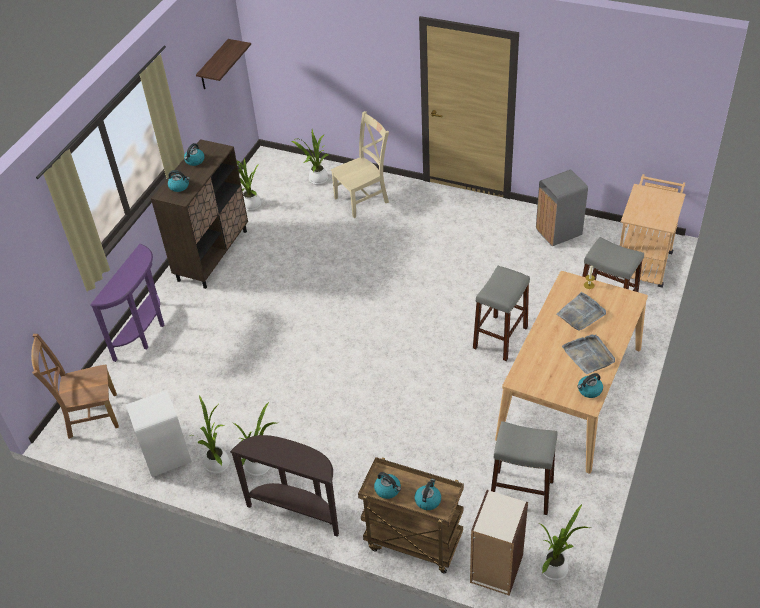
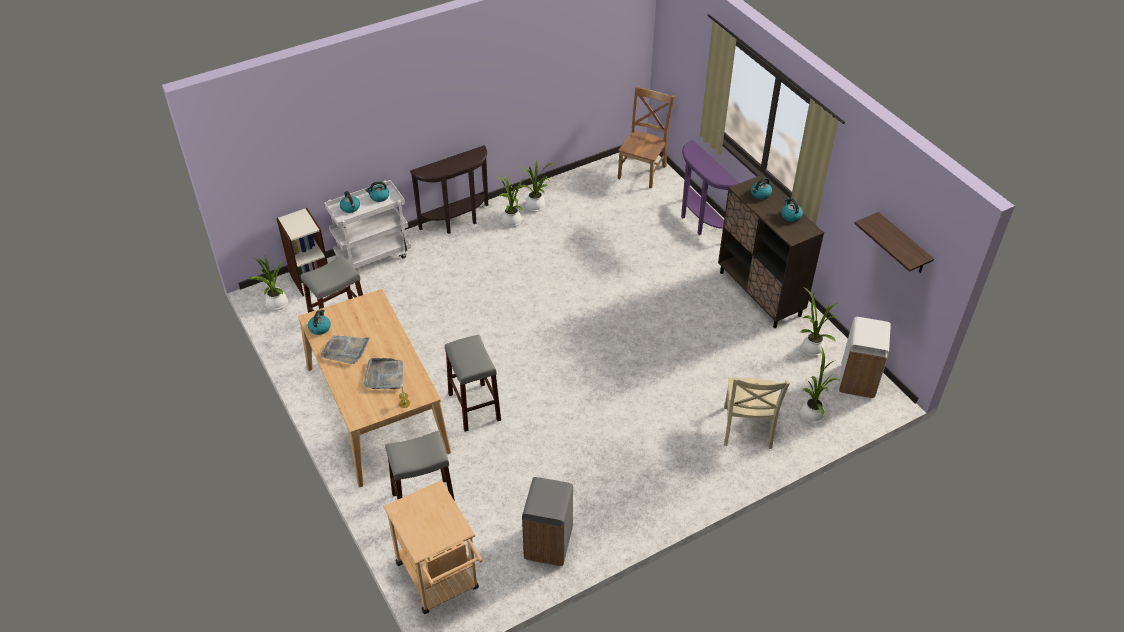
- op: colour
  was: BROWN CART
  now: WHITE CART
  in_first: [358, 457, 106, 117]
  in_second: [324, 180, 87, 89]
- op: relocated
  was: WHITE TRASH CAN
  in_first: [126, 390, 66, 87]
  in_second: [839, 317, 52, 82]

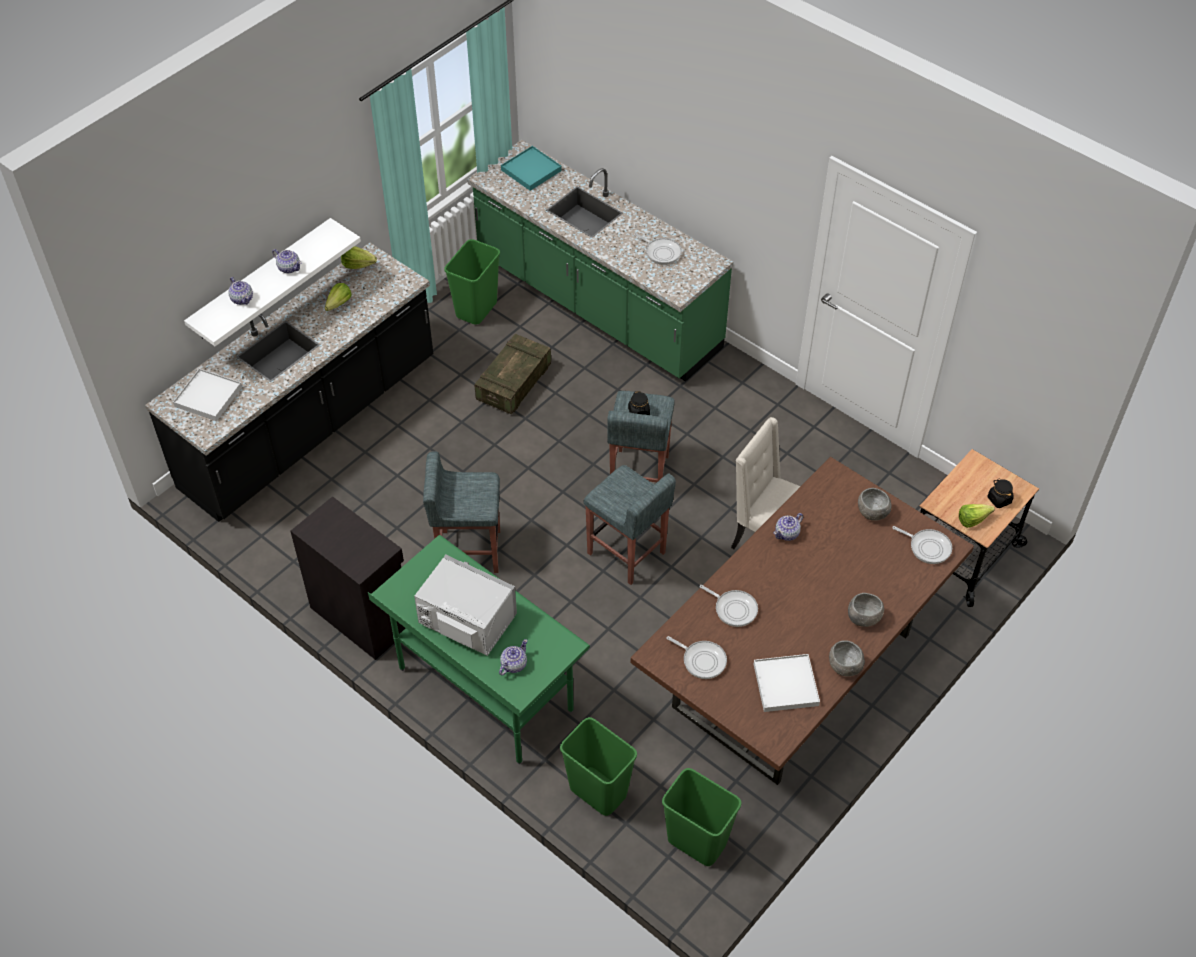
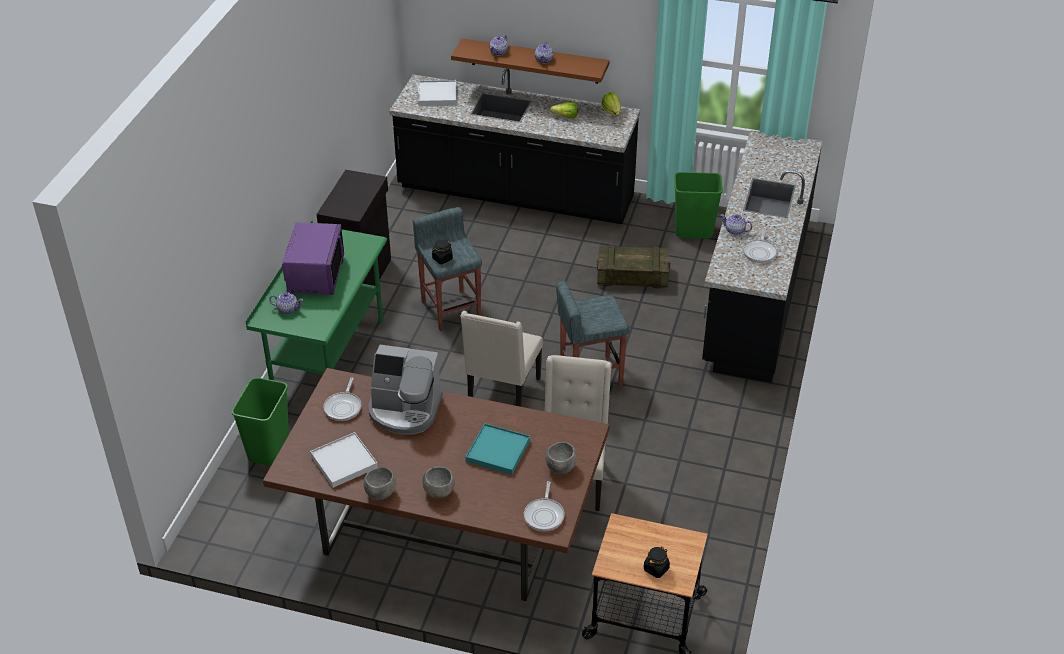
- op: colour
  was: GREY MICROWAVE
  now: PURPLE MICROWAVE
  in_first: [414, 555, 103, 101]
  in_second: [282, 222, 62, 73]
- op: exchanged
  was: FRYING PAN
  now: COFFEE MACHINE
  in_first: [700, 585, 58, 42]
  in_second: [368, 345, 75, 90]
- op: relocated
  was: BLACK JAR
  in_first: [628, 391, 22, 24]
  in_second: [432, 240, 21, 24]
- op: colour
  was: WHITE SHELF
  now: BROWN SHELF
  in_first: [184, 218, 177, 128]
  in_second: [451, 38, 159, 46]
- op: exchanged
  was: GREY STOOL
  now: BEIGE CHAIR
  in_first: [583, 465, 93, 120]
  in_second: [460, 311, 83, 96]
- op: relocated
  was: TURQUOISE TRAY
  in_first: [501, 146, 61, 45]
  in_second: [466, 423, 64, 52]
- op: colour
  was: GREEN COUNTER
  now: BLACK COUNTER
  in_first: [467, 140, 267, 242]
  in_second: [702, 130, 120, 253]
- op: relocated
  was: TEAPOT
  in_first: [774, 513, 29, 28]
  in_second: [721, 214, 31, 21]
- op: missing
  was: GREEN TRASH CAN
  in_first: [662, 768, 79, 98]
- op: missing
  was: LETTUCE
  in_first: [959, 504, 36, 24]

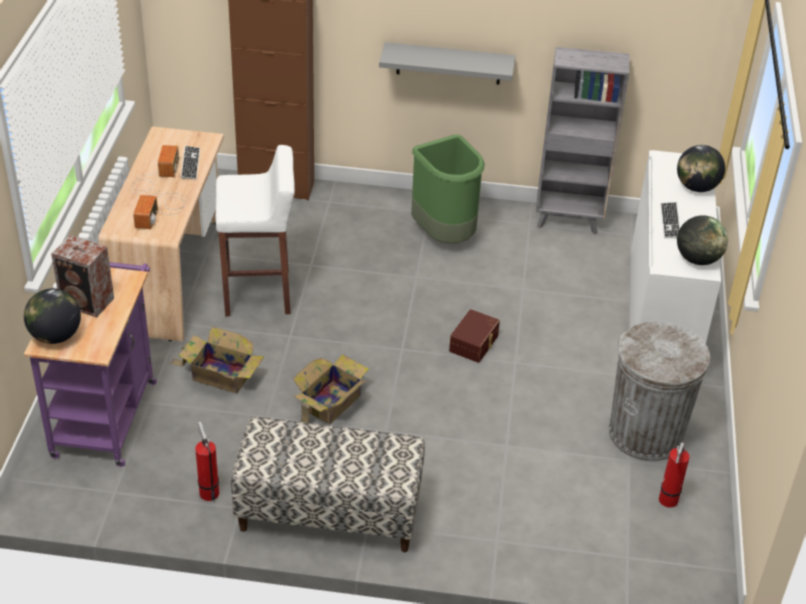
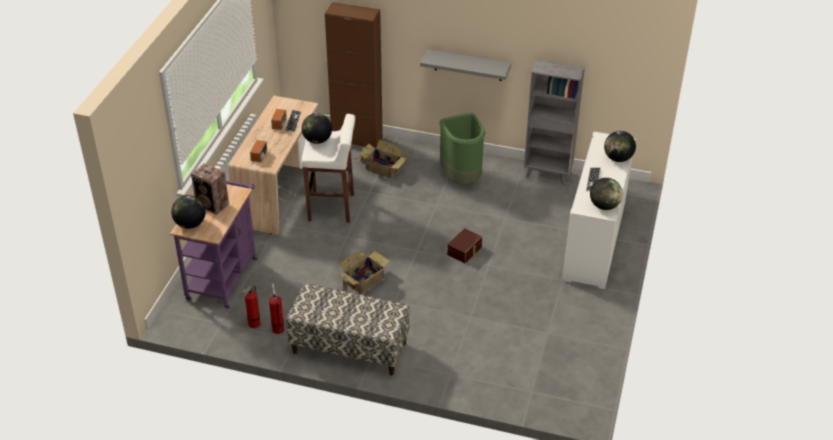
- op: relocated
  was: FIRE EXTINGUISHER
  in_first: [659, 441, 31, 67]
  in_second: [242, 286, 19, 42]
- op: appeared
  now: GLOBE
  in_second: [302, 113, 30, 31]
- op: relocated
  was: CARDBOARD BOX
  in_first: [170, 326, 94, 68]
  in_second: [354, 139, 54, 39]
- op: missing
  was: GREY TRASH CAN
  in_first: [609, 321, 101, 140]

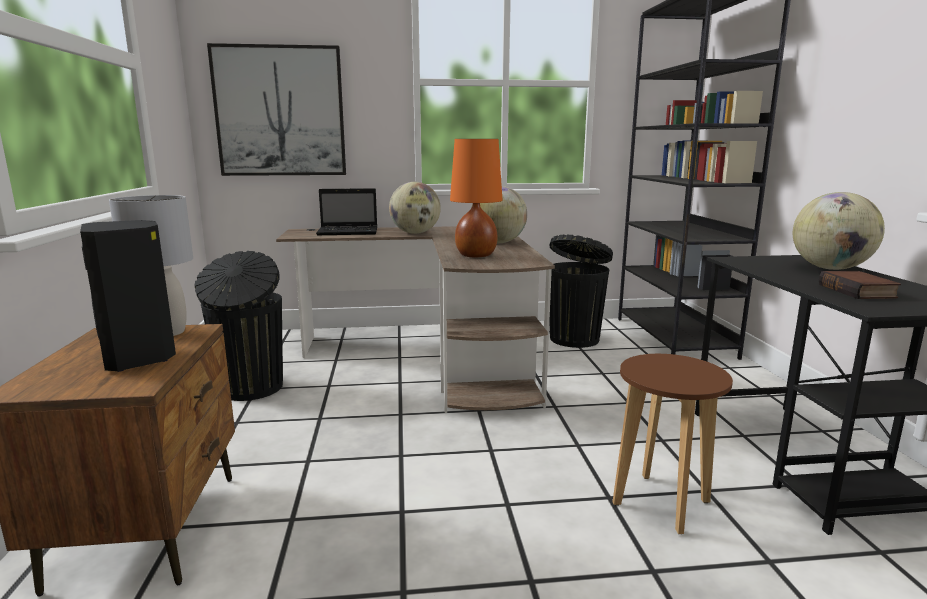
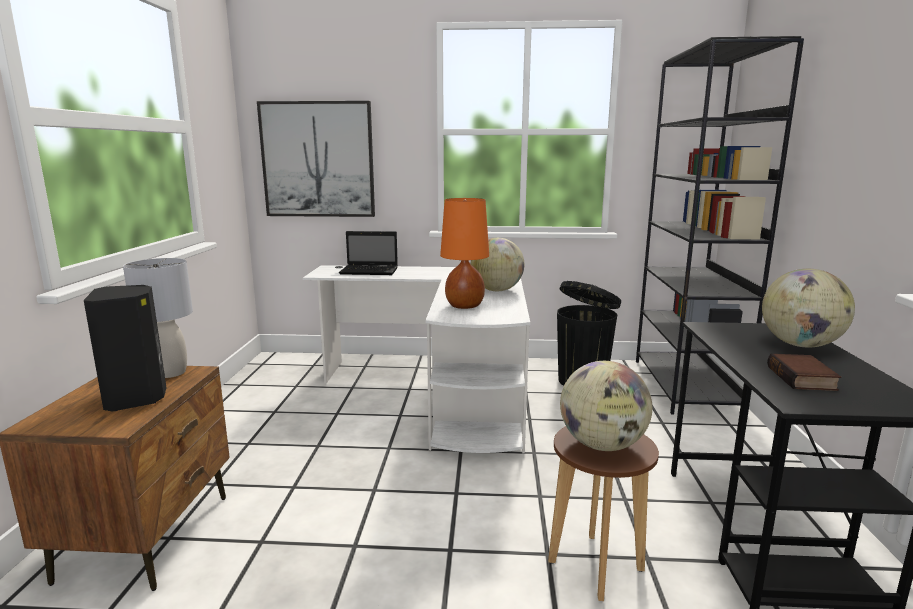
- op: colour
  was: BROWN DESK
  now: WHITE DESK
  in_first: [276, 226, 279, 187]
  in_second: [303, 265, 227, 189]
- op: relocated
  was: GLOBE
  in_first: [389, 182, 52, 52]
  in_second: [560, 361, 92, 90]
- op: missing
  was: BLACK TRASH CAN
  in_first: [194, 251, 89, 150]

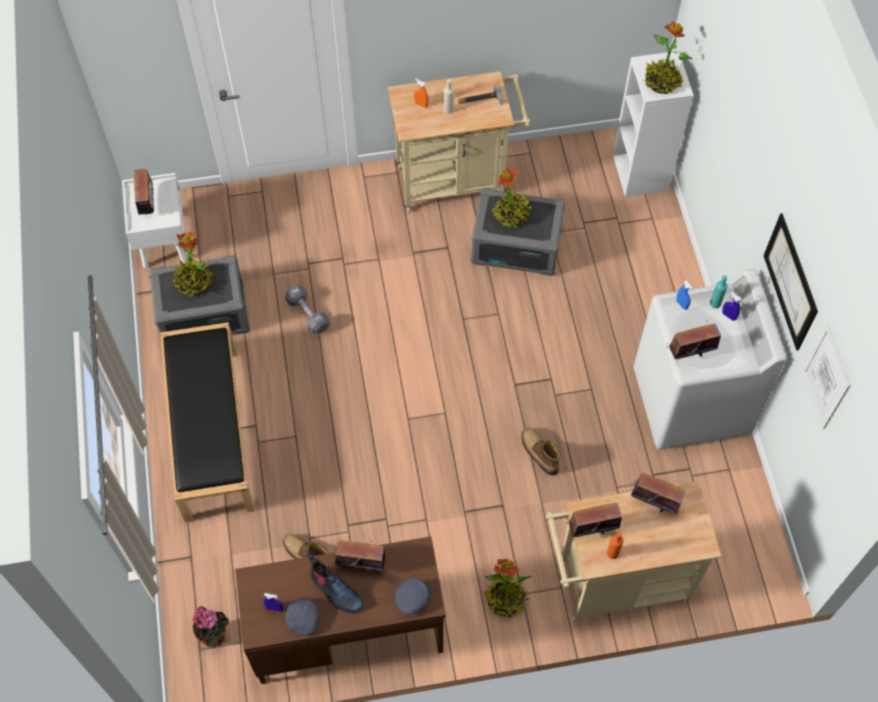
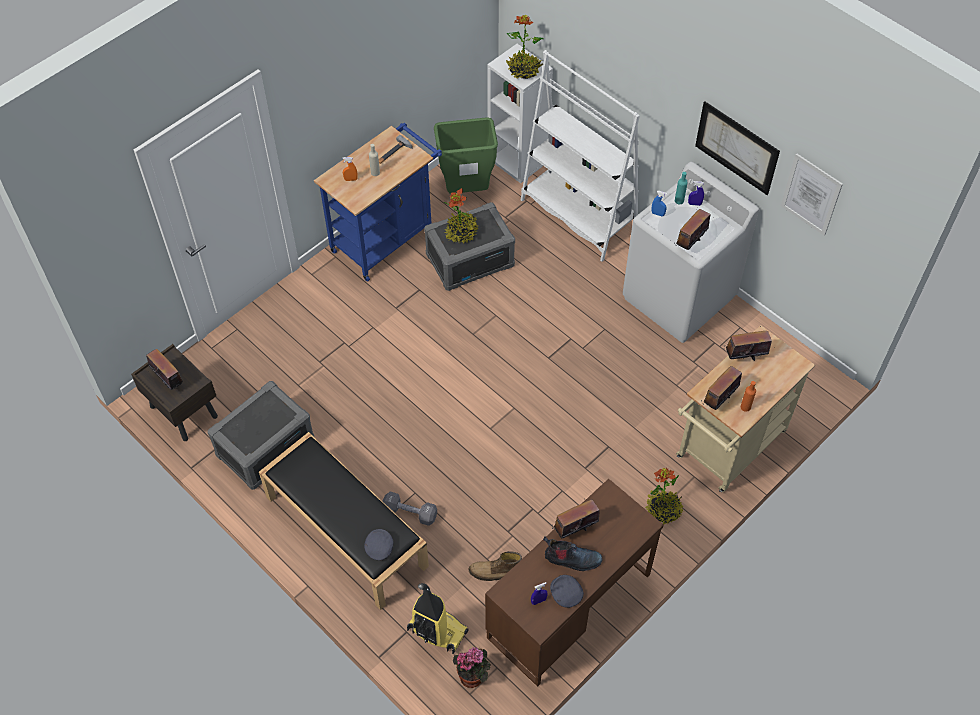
- op: colour
  was: WHITE NIGHTSTAND
  now: BROWN NIGHTSTAND
  in_first: [122, 173, 65, 95]
  in_second: [131, 344, 87, 97]
- op: colour
  was: BEIGE CART
  now: BLUE CART
  in_first: [388, 71, 143, 142]
  in_second: [314, 123, 128, 158]
- op: relocated
  was: GREY CAP
  in_first: [395, 578, 37, 37]
  in_second: [364, 529, 30, 32]
- op: relocated
  was: GREY DUMBBELL
  in_first: [285, 285, 45, 49]
  in_second: [383, 492, 54, 34]
- op: appeared
  now: VACUUM CLEANER
  in_second: [407, 583, 61, 71]
- op: appeared
  now: GREEN TRASH CAN
  in_second: [434, 117, 64, 77]
- op: appeared
  now: WHITE BOOKCASE
  in_second: [521, 50, 119, 212]
- op: missing
  was: POTTED PLANT
  in_first: [172, 231, 41, 66]
- op: missing
  was: BOOT
  in_first: [521, 428, 39, 47]

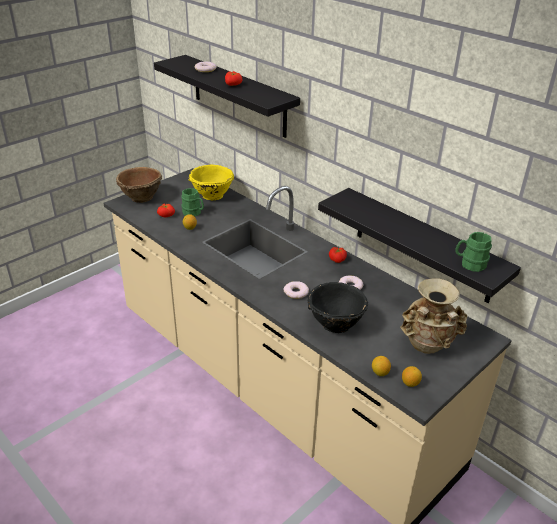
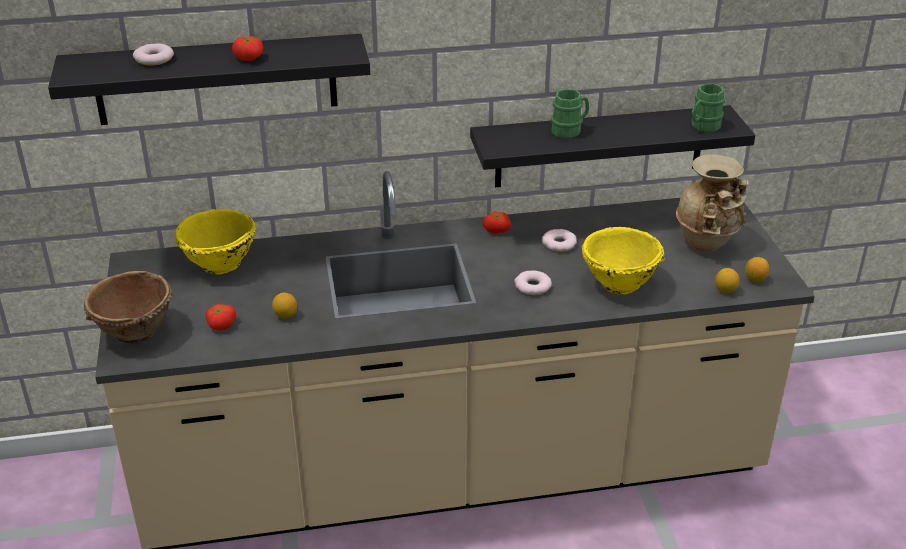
- op: relocated
  was: GREEN MUG
  in_first: [181, 188, 23, 29]
  in_second: [551, 89, 38, 49]
- op: colour
  was: BLACK BOWL
  now: YELLOW BOWL
  in_first: [307, 282, 61, 51]
  in_second: [581, 227, 84, 68]

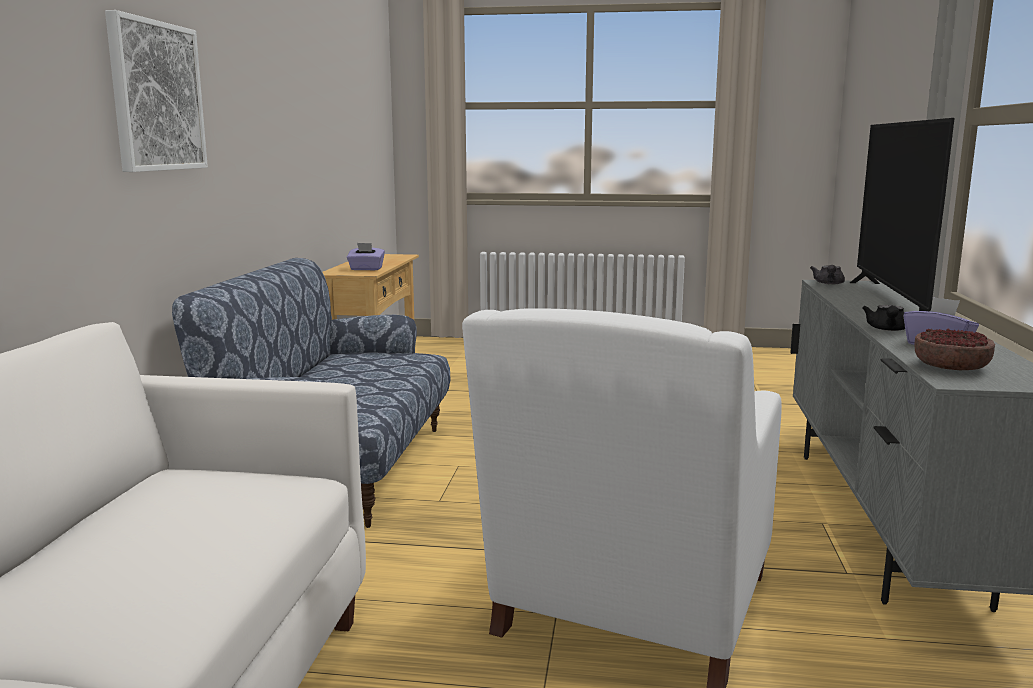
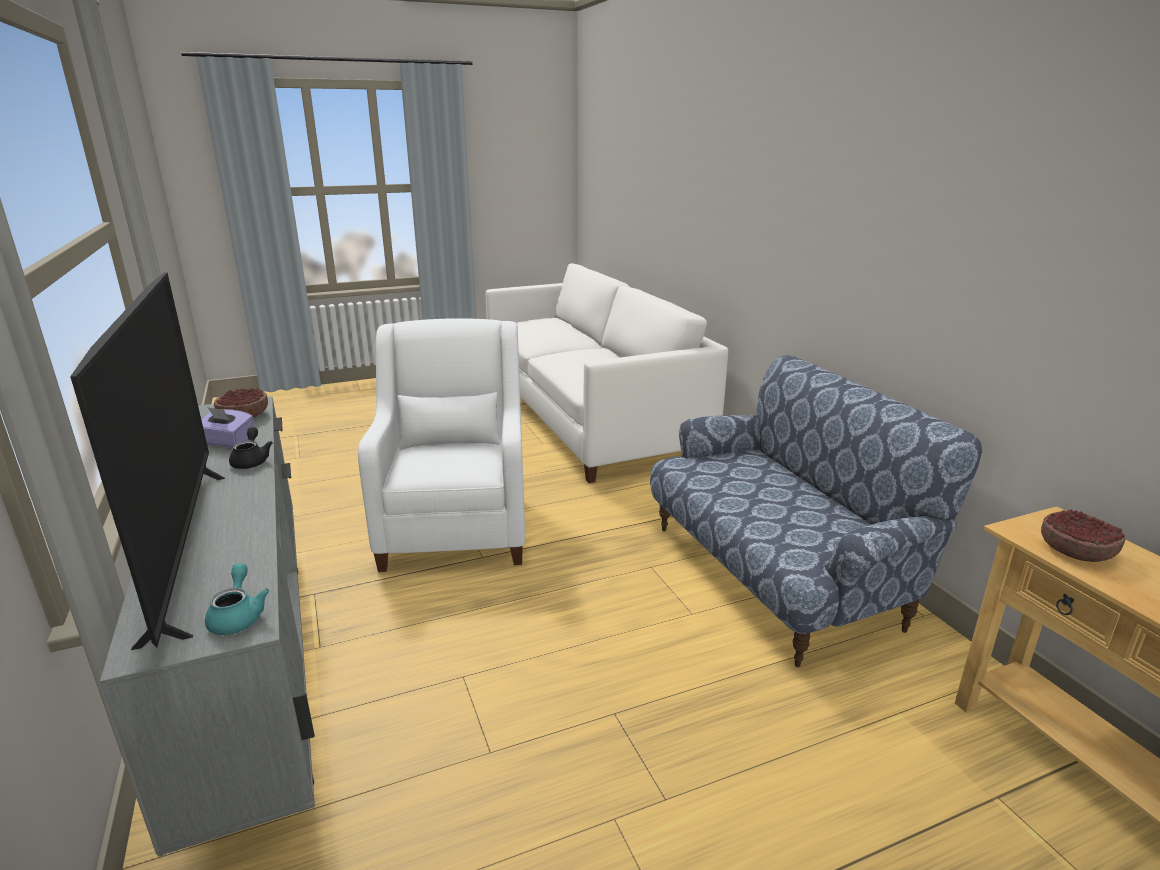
- op: colour
  was: GREY TEAPOT
  now: TURQUOISE TEAPOT
  in_first: [810, 265, 35, 20]
  in_second: [205, 563, 65, 72]
- op: exchanged
  was: PURPLE TISSUE BOX
  now: BOWL
  in_first: [347, 243, 38, 27]
  in_second: [1041, 510, 84, 52]
- op: missing
  was: PICTURE
  in_first: [105, 10, 103, 162]

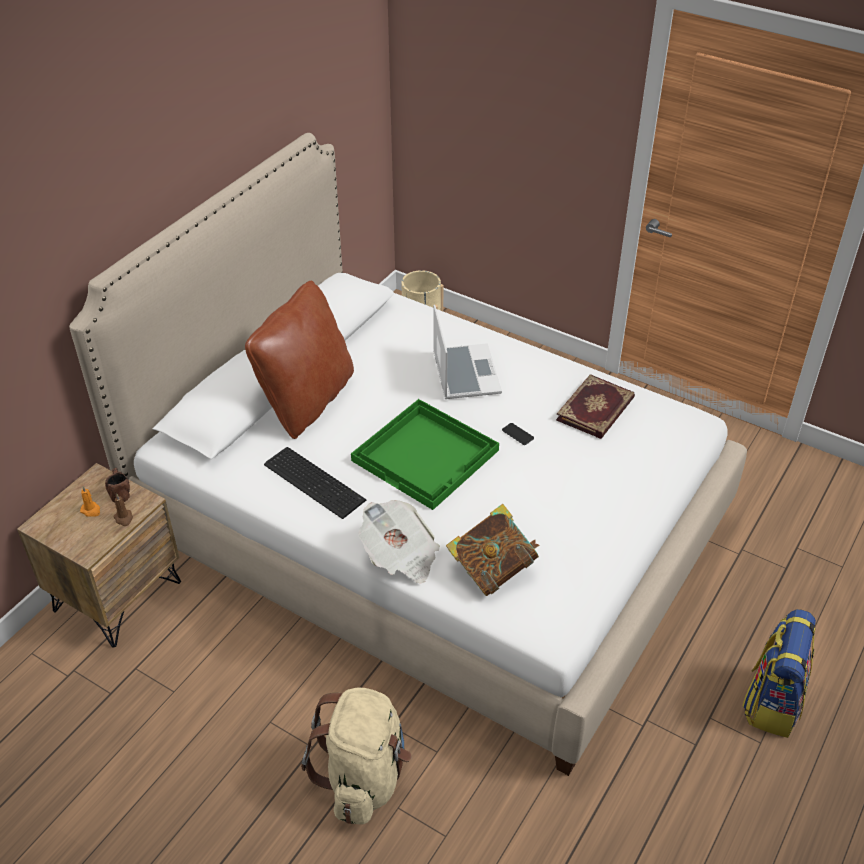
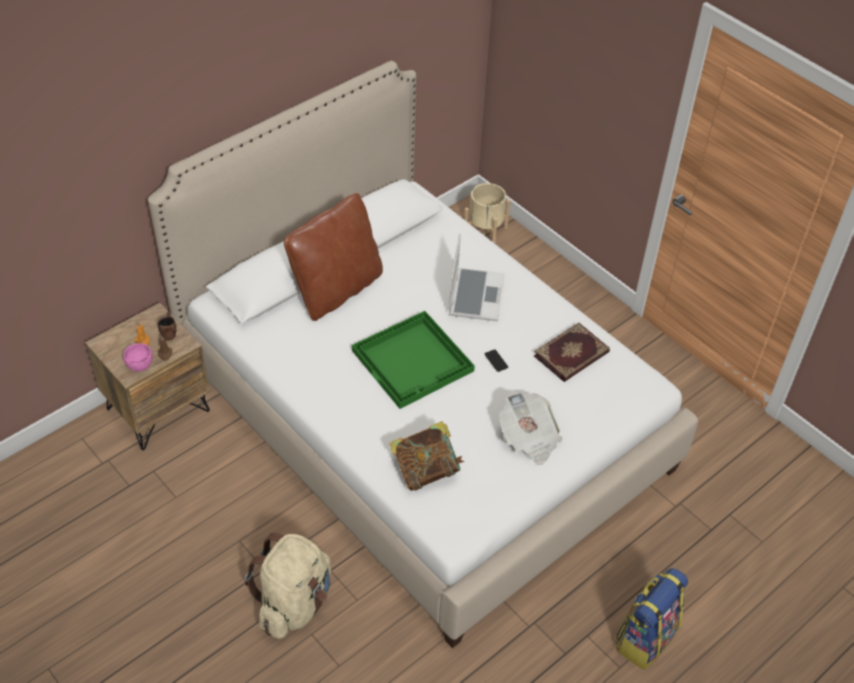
- op: appeared
  now: PINK BOWL
  in_second: [123, 343, 30, 29]
- op: relocated
  was: NEWSPAPER
  in_first: [358, 500, 82, 83]
  in_second: [499, 391, 63, 74]
- op: missing
  was: KEYBOARD
  in_first: [264, 447, 102, 72]

